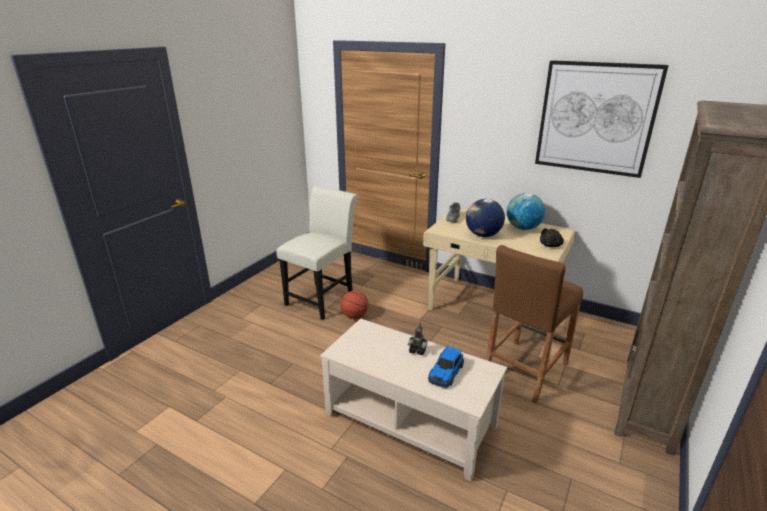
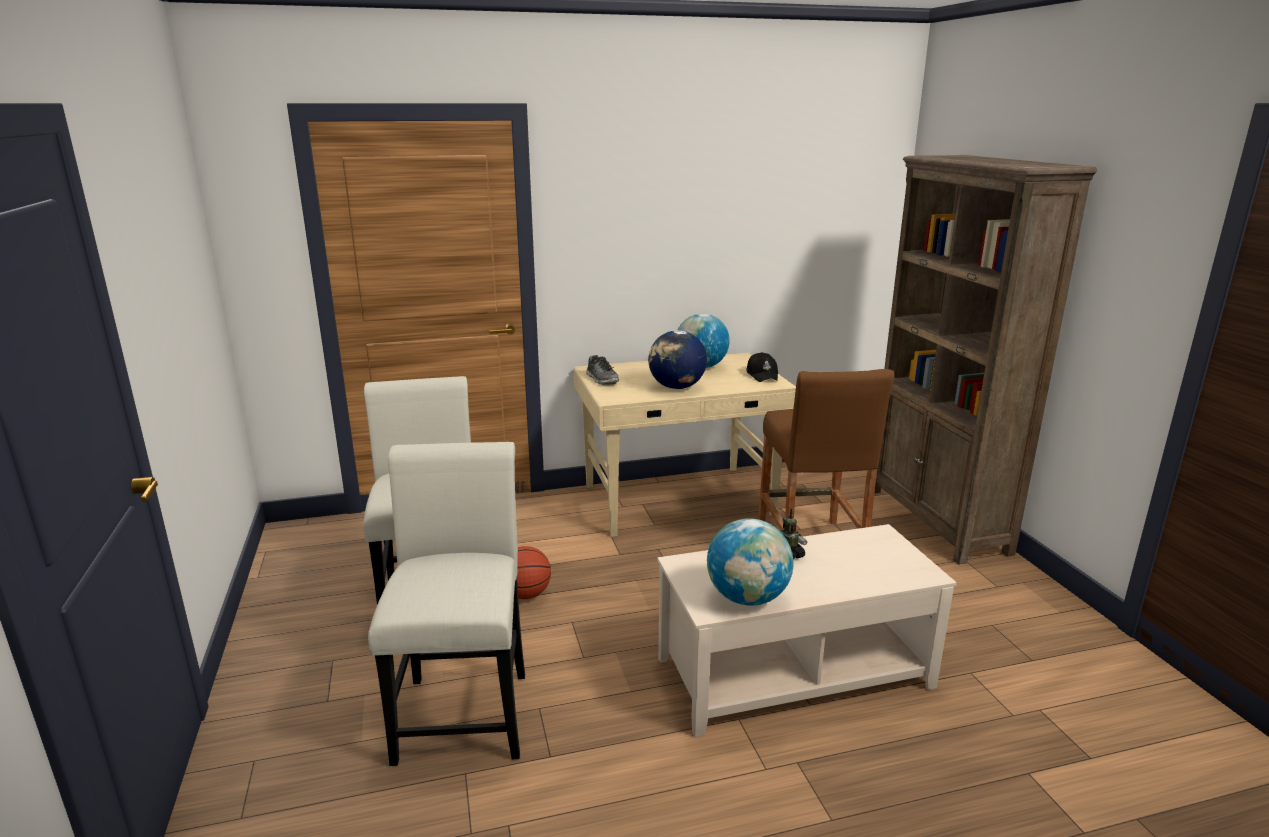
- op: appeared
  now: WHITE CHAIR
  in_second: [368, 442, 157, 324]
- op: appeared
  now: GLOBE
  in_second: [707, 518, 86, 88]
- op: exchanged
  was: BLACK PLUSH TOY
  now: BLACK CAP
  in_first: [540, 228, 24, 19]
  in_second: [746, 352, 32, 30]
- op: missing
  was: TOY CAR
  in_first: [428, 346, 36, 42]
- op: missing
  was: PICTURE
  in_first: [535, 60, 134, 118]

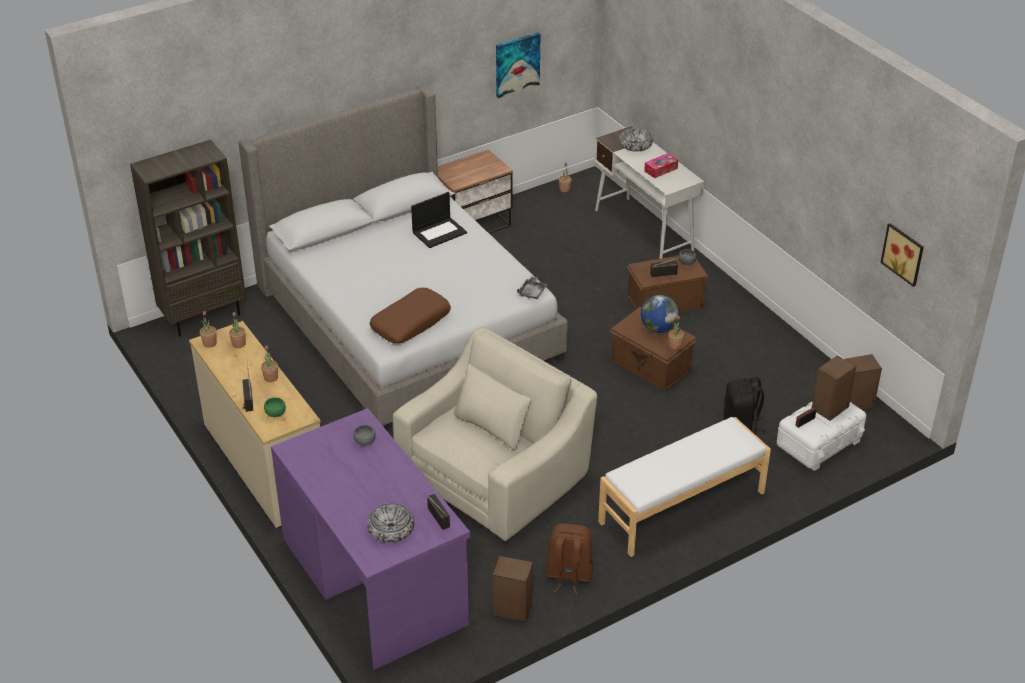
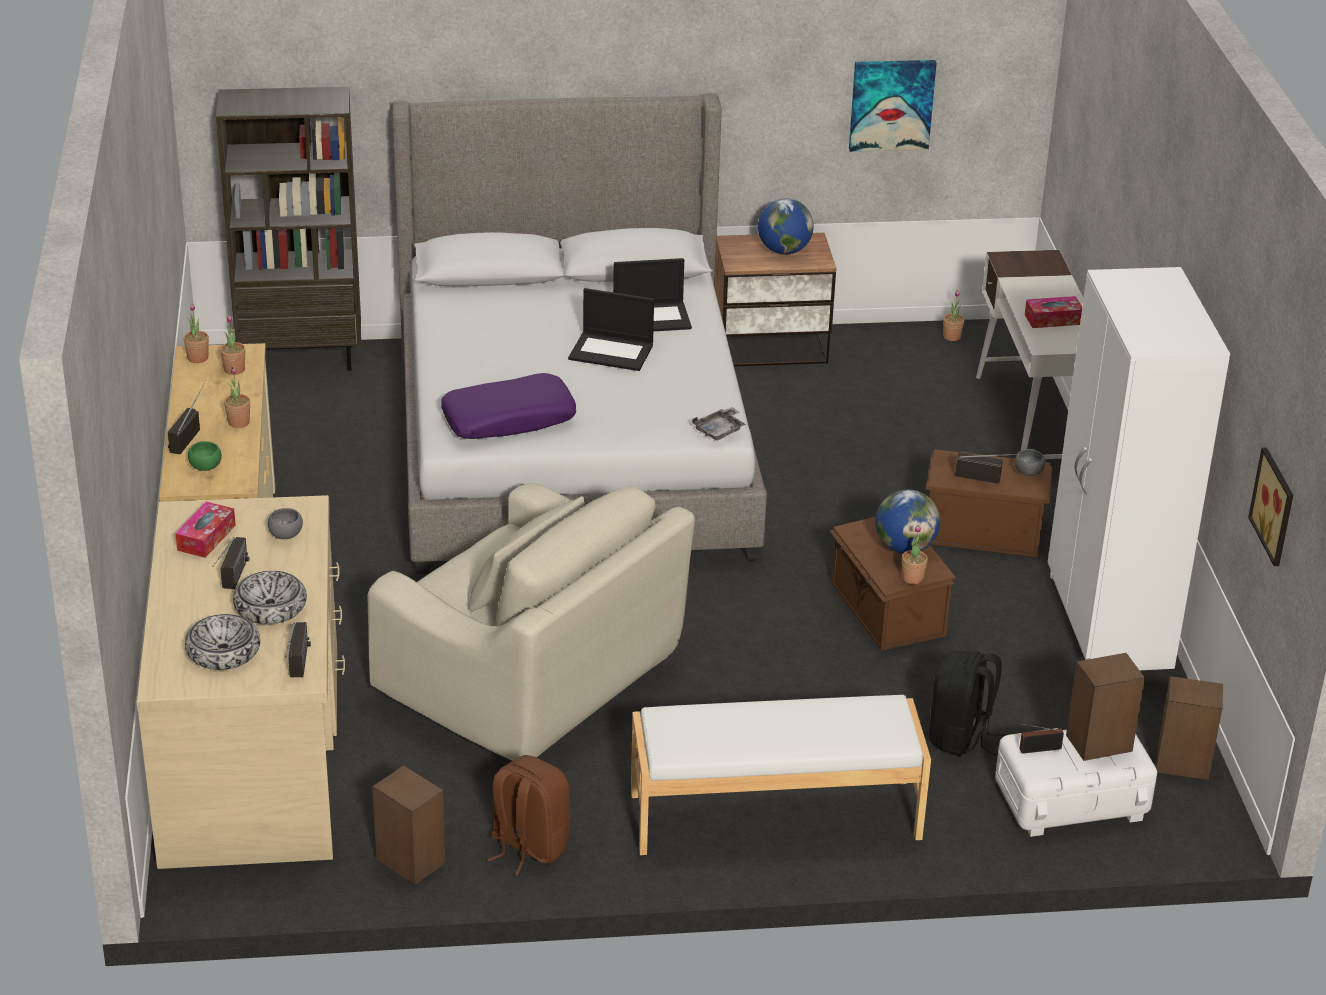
- op: colour
  was: PURPLE DESK
  now: BEIGE DESK
  in_first: [271, 408, 199, 262]
  in_second: [136, 495, 209, 374]
- op: appeared
  now: TISSUE BOX
  in_second: [175, 502, 61, 56]
- op: appeared
  now: RADIO
  in_second: [212, 537, 37, 52]
- op: relocated
  was: BOWL
  in_first: [619, 128, 34, 24]
  in_second: [233, 571, 74, 53]
- op: spun
  was: BEIGE ARMCHAIR
  in_first: [393, 327, 204, 214]
  in_second: [367, 483, 328, 278]
  clockwise: 60
- op: colour
  was: BROWN PILLOW
  now: PURPLE PILLOW
  in_first: [370, 288, 81, 56]
  in_second: [441, 373, 135, 66]
- op: appeared
  now: LAPTOP
  in_second: [568, 288, 86, 83]
- op: appeared
  now: GLOBE
  in_second: [758, 199, 56, 55]
- op: appeared
  now: WHITE WARDROBE
  in_second: [1048, 267, 182, 403]

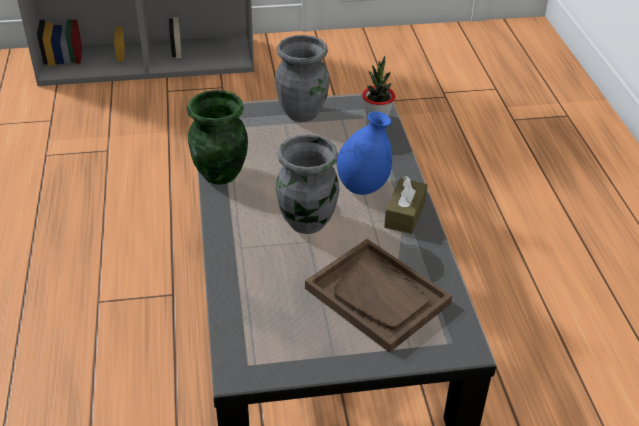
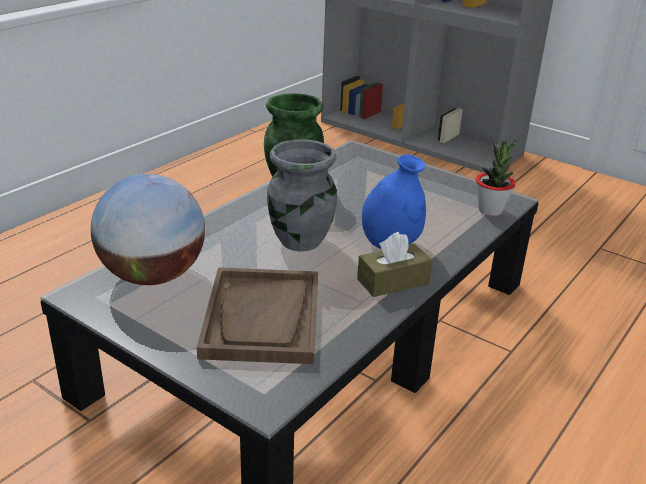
- op: appeared
  now: GLOBE
  in_second: [91, 174, 114, 111]
- op: missing
  was: GREY VASE
  in_first: [275, 35, 54, 87]

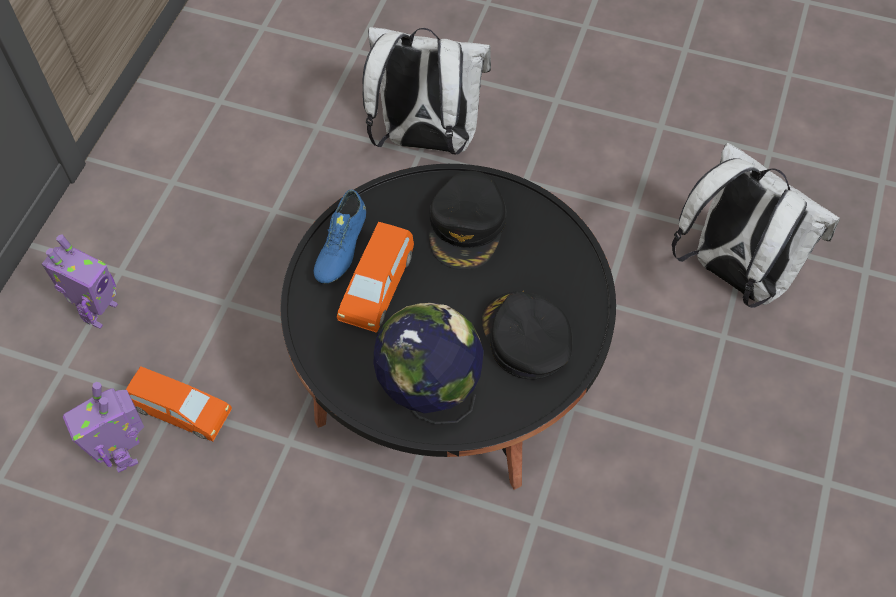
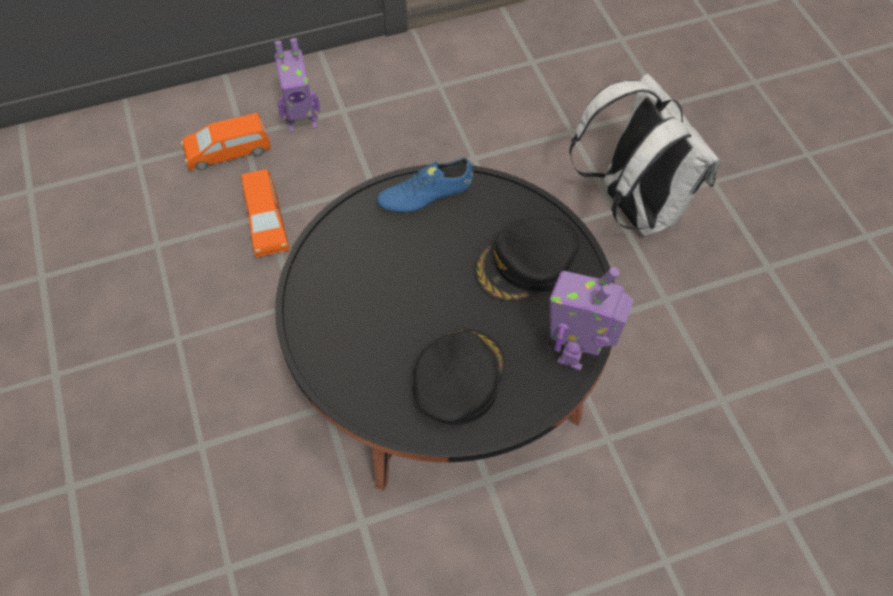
- op: relocated
  was: ORANGE TOY CAR
  in_first: [337, 222, 77, 111]
  in_second: [181, 113, 90, 57]
- op: relocated
  was: TOY ROBOT
  in_first: [63, 382, 81, 91]
  in_second: [550, 267, 84, 104]
- op: missing
  was: GLOBE
  in_first: [374, 303, 110, 121]
- op: missing
  was: WHITE BACKPACK
  in_first: [672, 143, 168, 165]

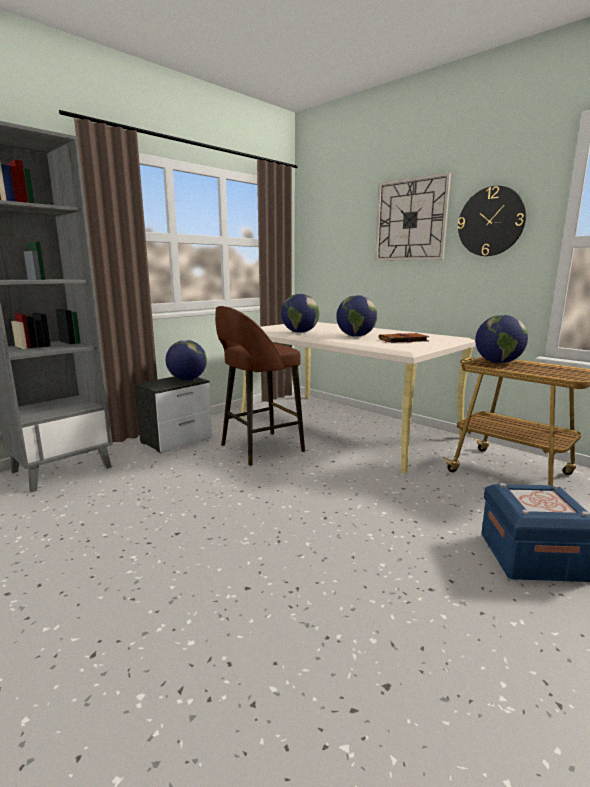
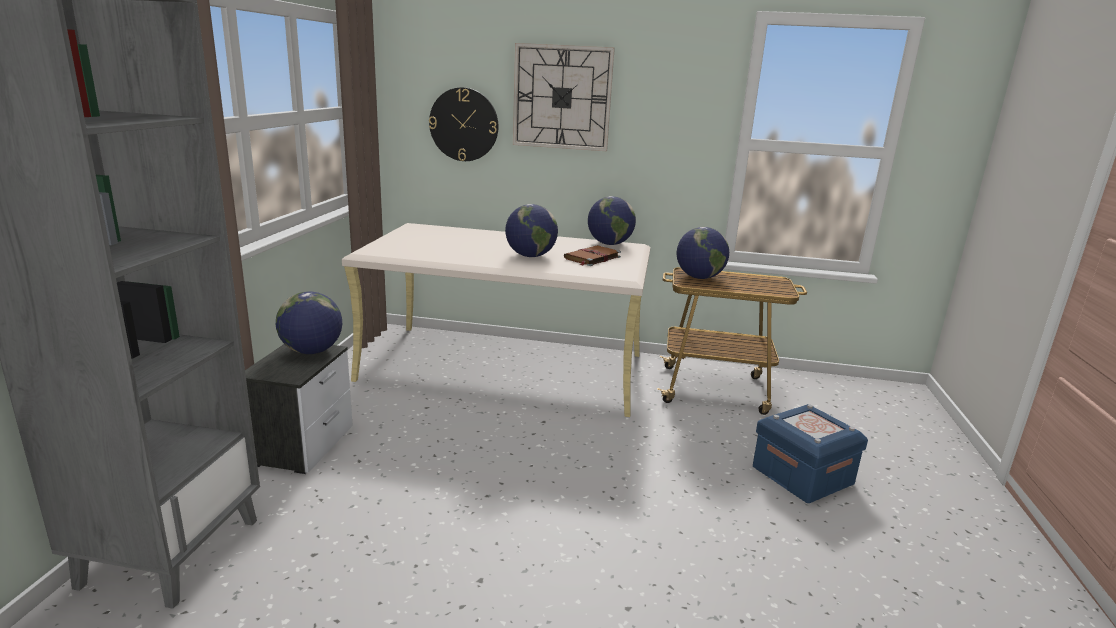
- op: relocated
  was: WALL CLOCK
  in_first: [458, 186, 68, 70]
  in_second: [429, 87, 69, 74]
- op: relocated
  was: GLOBE
  in_first: [281, 294, 38, 39]
  in_second: [588, 196, 48, 49]
- op: missing
  was: BROWN STOOL
  in_first: [215, 306, 90, 160]

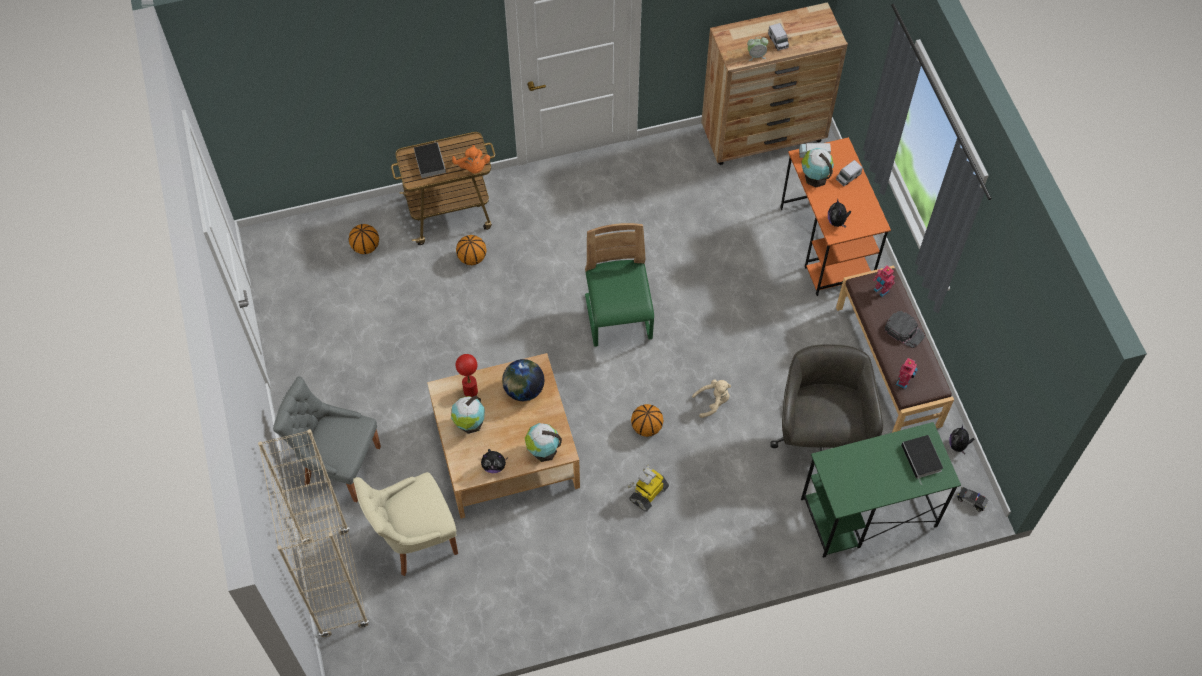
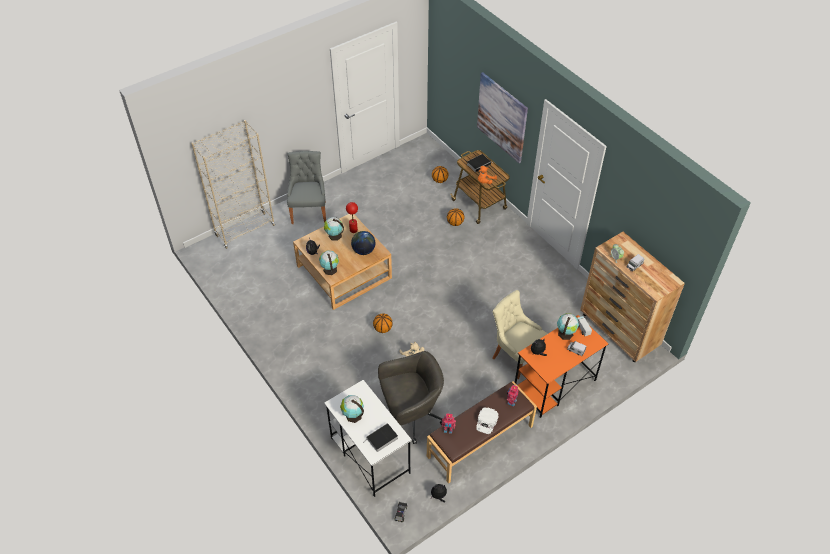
- op: colour
  was: GREEN DESK
  now: WHITE DESK
  in_first: [801, 422, 160, 136]
  in_second: [324, 380, 88, 117]
- op: appeared
  now: GLOBE
  in_second: [340, 395, 24, 28]
- op: colour
  was: BLACK CAP
  now: WHITE CAP
  in_first: [884, 311, 41, 37]
  in_second: [476, 407, 22, 27]
- op: appeared
  now: PICTURE
  in_second: [477, 72, 51, 91]
- op: relocated
  was: BEIGE CHAIR
  in_first: [353, 472, 105, 104]
  in_second: [492, 290, 56, 89]
- op: missing
  was: GREEN CHAIR
  in_first: [585, 223, 69, 124]
- op: missing
  was: TOY ROBOT
  in_first: [628, 465, 41, 47]

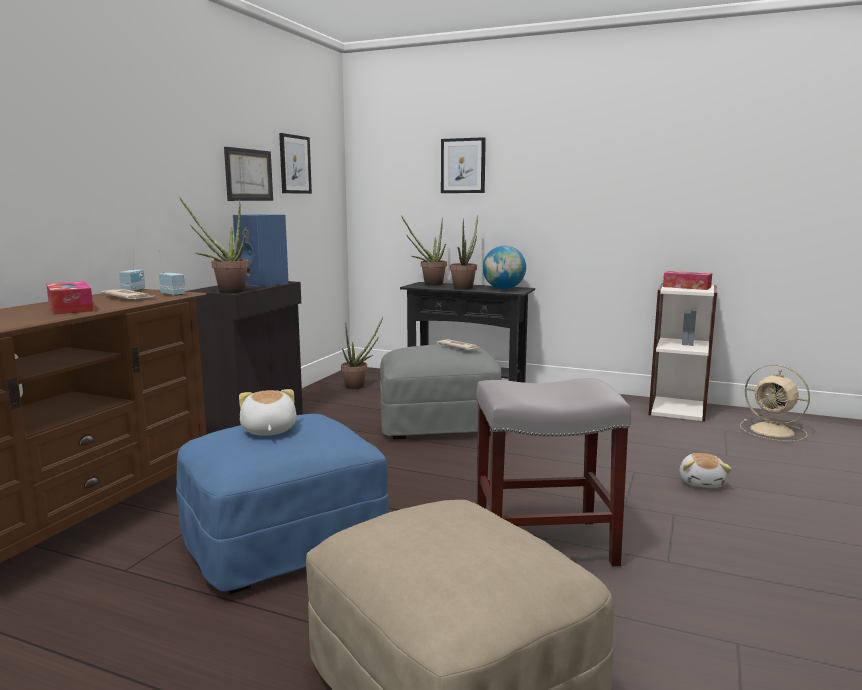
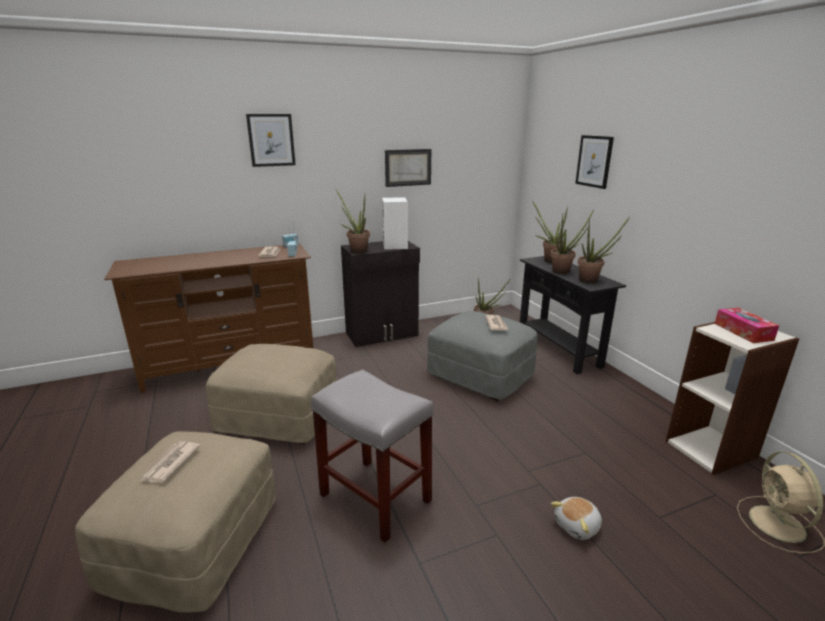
- op: appeared
  now: NEWSPAPER
  in_second: [141, 441, 60, 42]
- op: colour
  was: BLUE OTTOMAN
  now: BEIGE OTTOMAN
  in_first: [176, 414, 212, 180]
  in_second: [206, 344, 131, 100]
- op: relocated
  was: PICTURE
  in_first: [279, 133, 33, 61]
  in_second: [246, 114, 50, 53]
- op: colour
  was: BLUE SPEAKER
  now: WHITE SPEAKER
  in_first: [233, 214, 56, 73]
  in_second: [382, 197, 26, 53]
- op: exchanged
  was: GLOBE
  now: POTTED PLANT
  in_first: [483, 246, 43, 43]
  in_second: [578, 216, 52, 67]
- op: missing
  was: TISSUE BOX
  in_first: [46, 281, 48, 34]
- op: missing
  was: PLUSH TOY
  in_first: [239, 389, 58, 47]

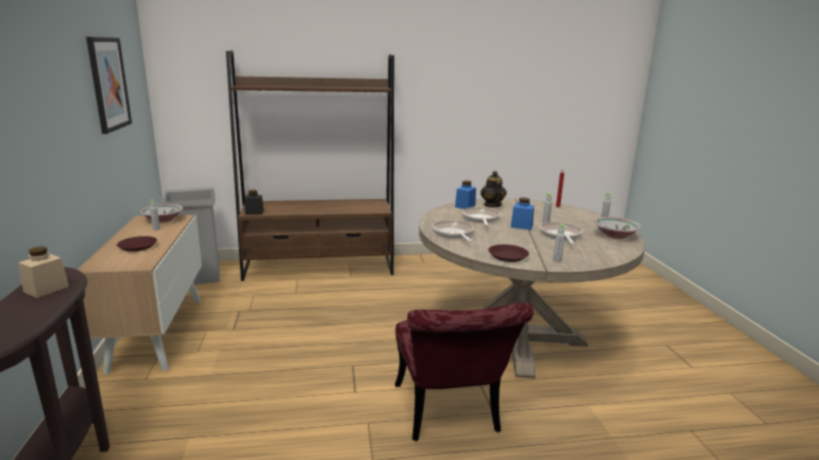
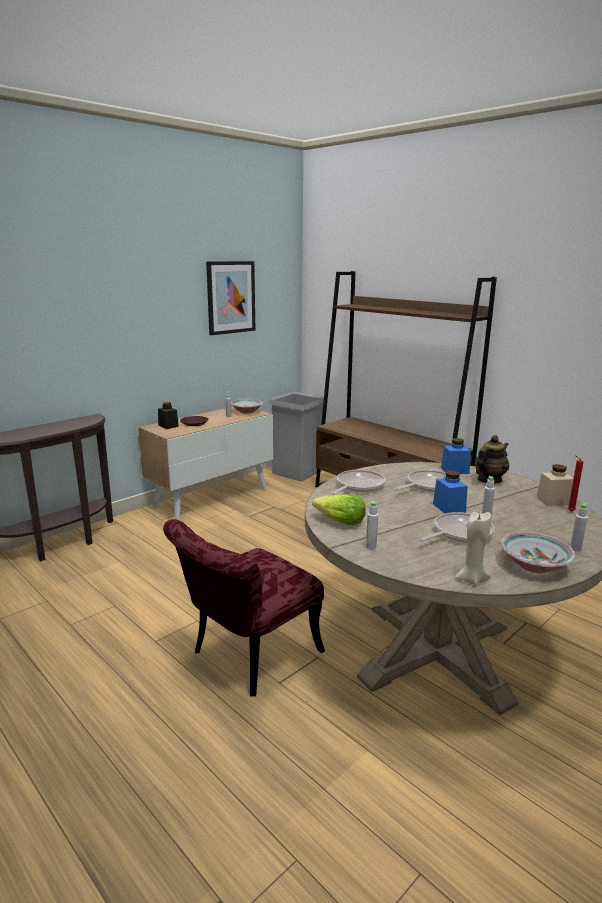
- op: relocated
  was: BLACK JAR
  in_first: [245, 190, 19, 25]
  in_second: [158, 402, 21, 27]
- op: exchanged
  was: BROWN PLATE
  now: LETTUCE
  in_first: [488, 244, 41, 18]
  in_second: [312, 494, 54, 31]
- op: appeared
  now: BEIGE CANDLE
  in_second: [455, 512, 36, 74]
- op: relocated
  was: BEIGE JAR
  in_first: [18, 247, 51, 51]
  in_second: [536, 464, 38, 42]

